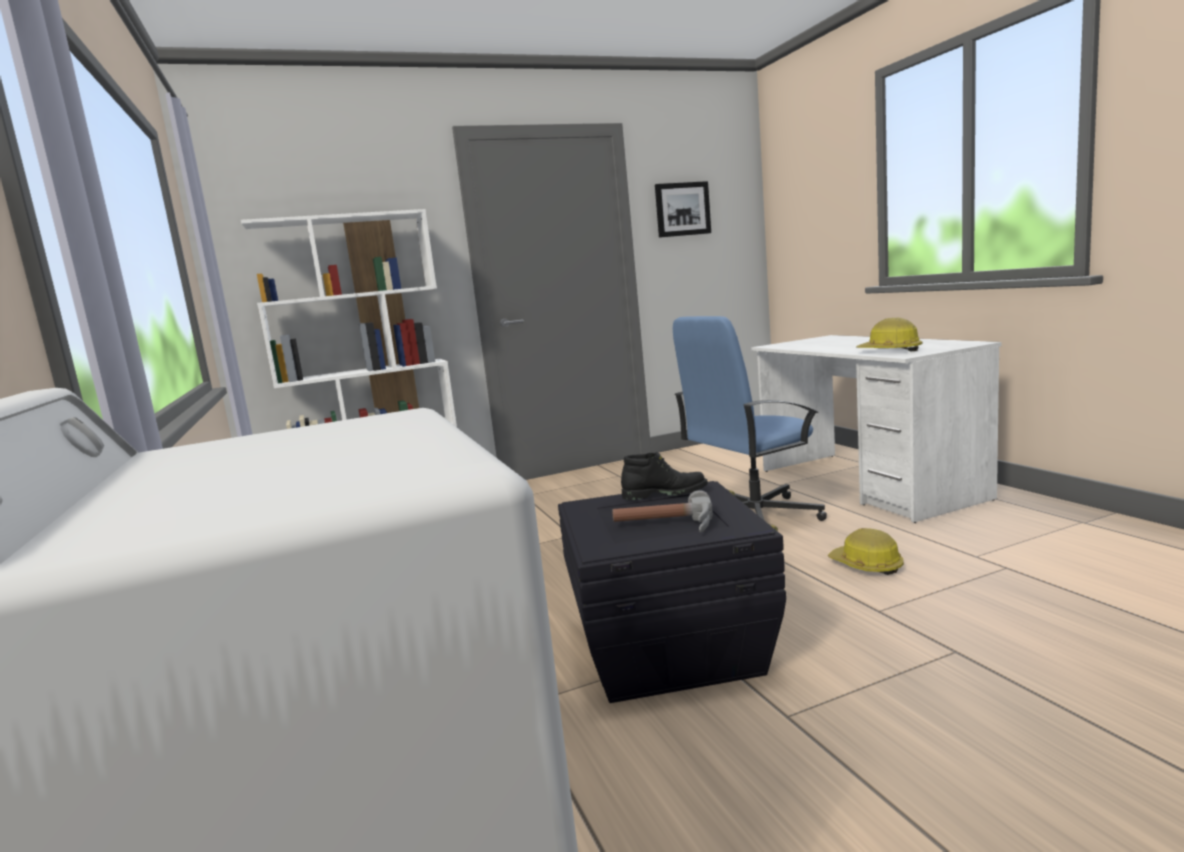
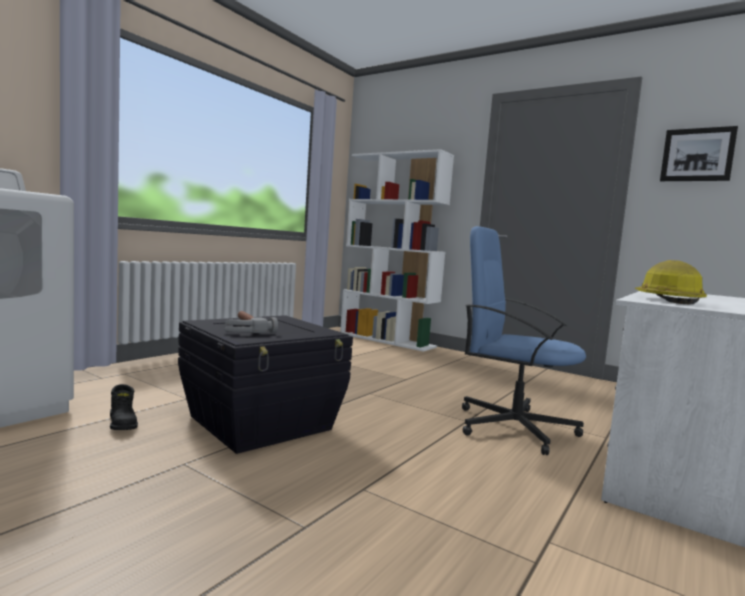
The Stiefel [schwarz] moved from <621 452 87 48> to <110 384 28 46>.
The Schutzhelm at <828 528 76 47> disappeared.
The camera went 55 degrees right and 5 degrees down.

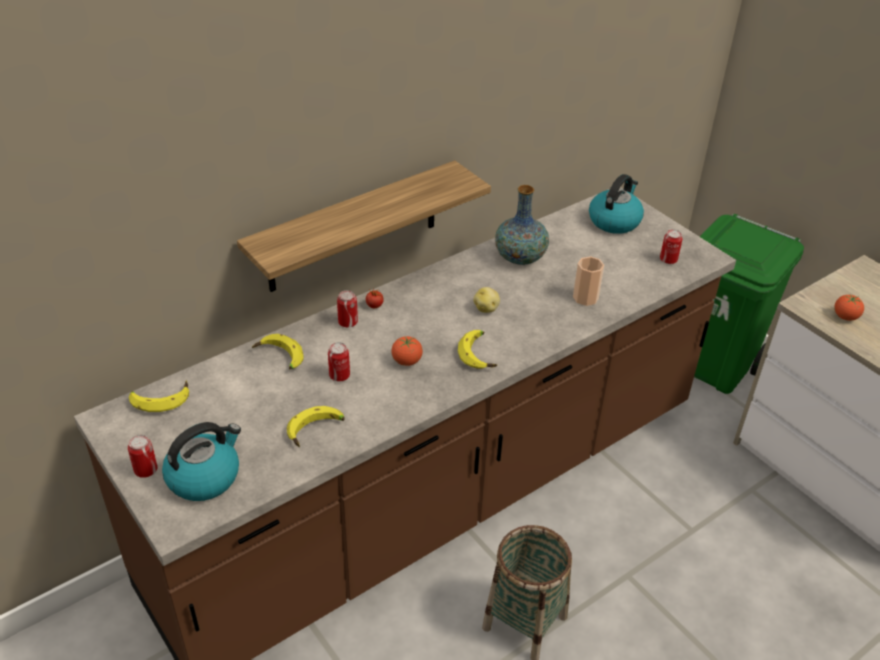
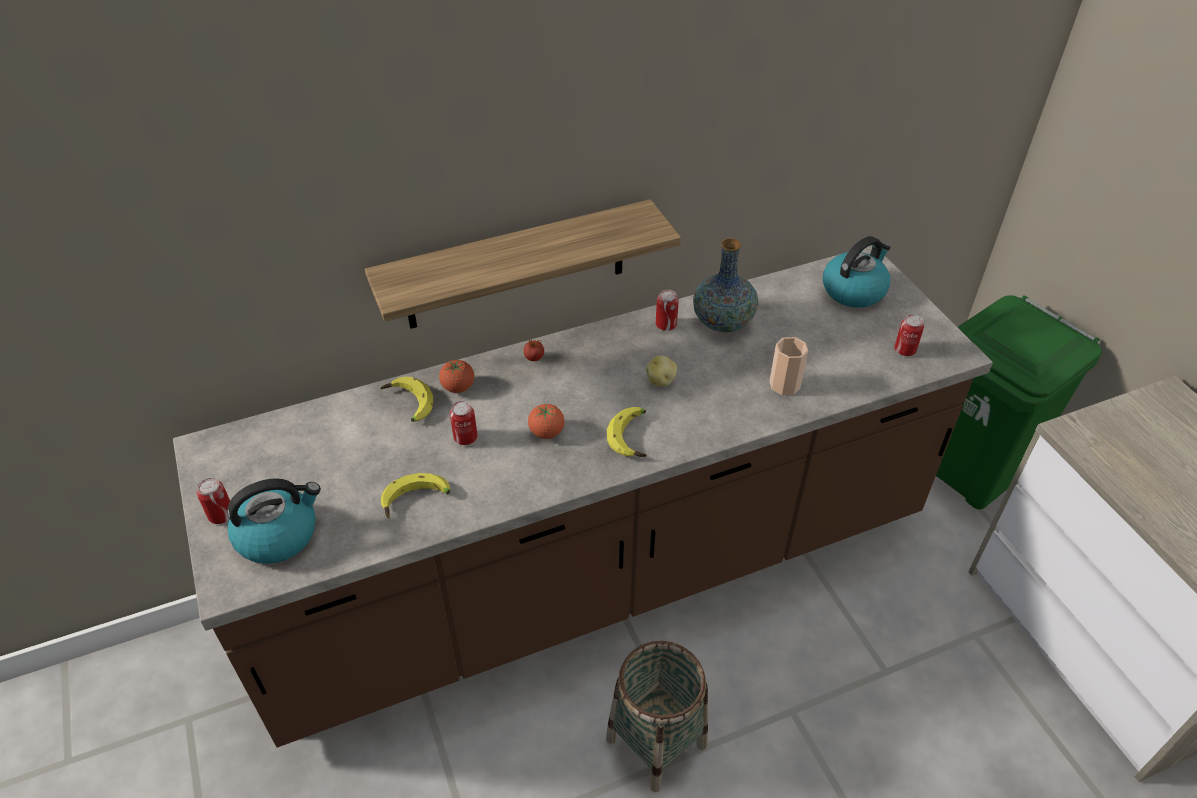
The Dose moved from <337 290 21 37> to <656 290 23 41>.
The Tomate moved from <834 295 30 26> to <439 360 35 33>.
The Banane at <129 380 60 32> disappeared.
The camera went 15 degrees right and 5 degrees up.

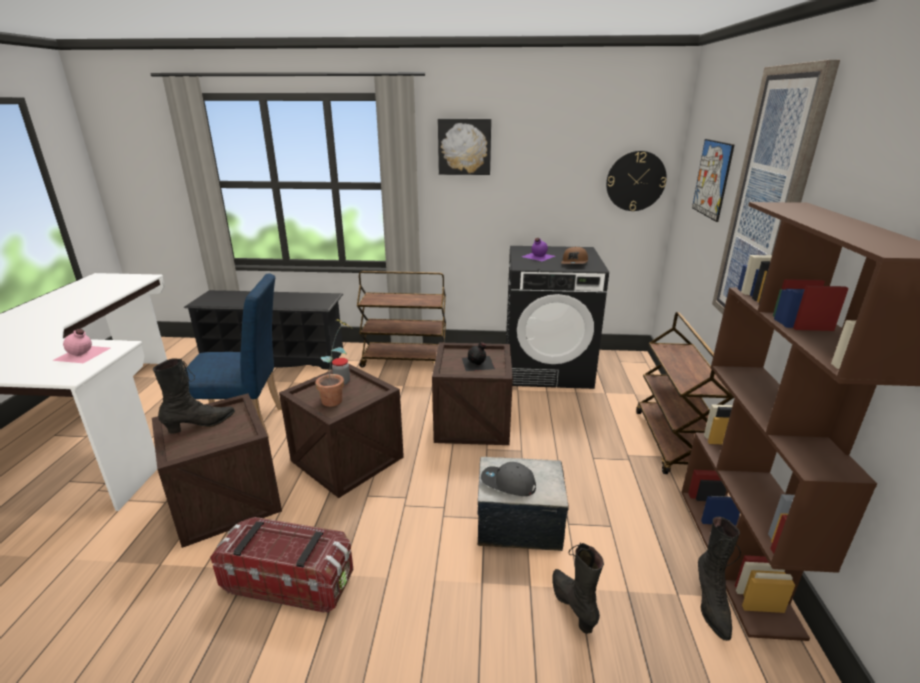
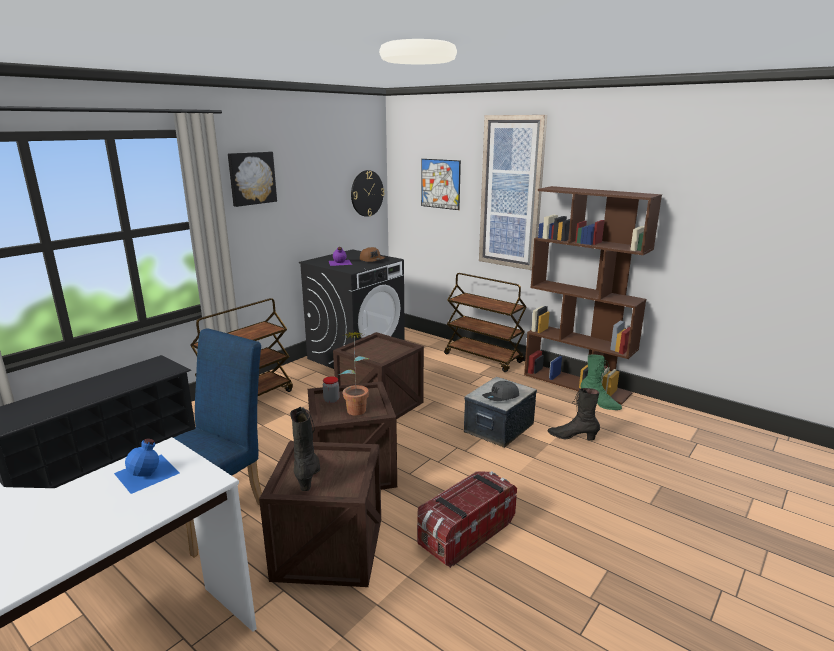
The Flasche [rosa] at <52 329 58 34> became the Flasche [blau] at <114 438 65 56>.
The Flasche [schwarz] at <462 342 33 29> disappeared.
The Stiefel [schwarz] at <698 517 43 124> became the Stiefel [grün] at <581 355 41 55>.
The camera went 55 degrees left and 5 degrees down.

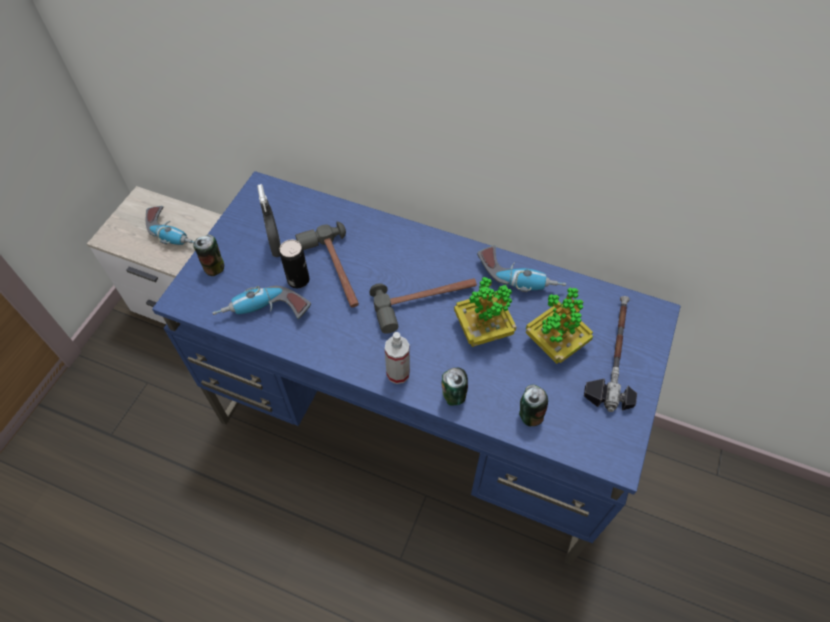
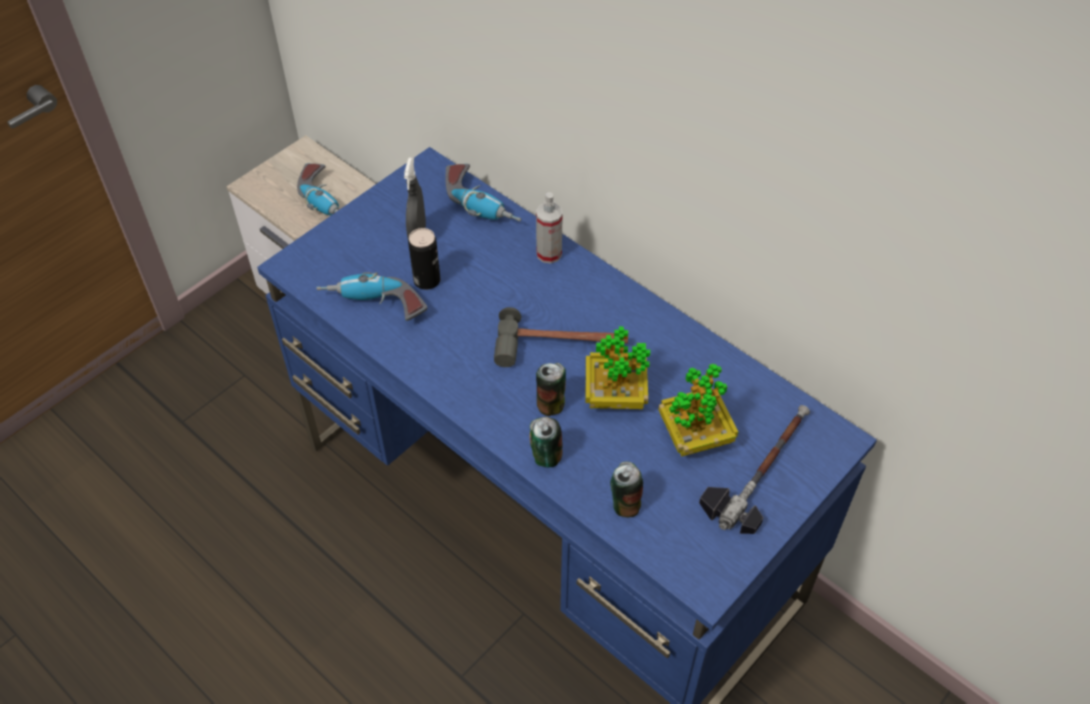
The Hammer at <295 222 64 86> disappeared.
The Dose moved from <193 234 31 42> to <536 363 30 53>.
The Bohrmaschine moved from <477 245 89 47> to <446 164 75 58>.
The Sprühflasche moved from <385 332 25 52> to <536 192 27 71>.
The camera went 20 degrees right and 5 degrees down.

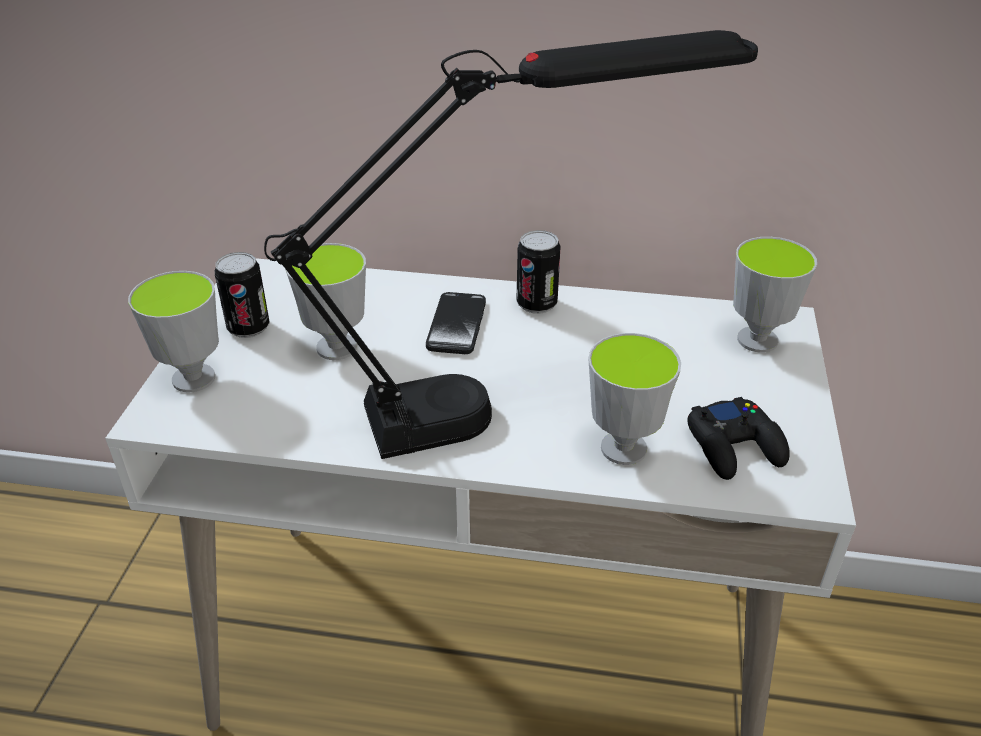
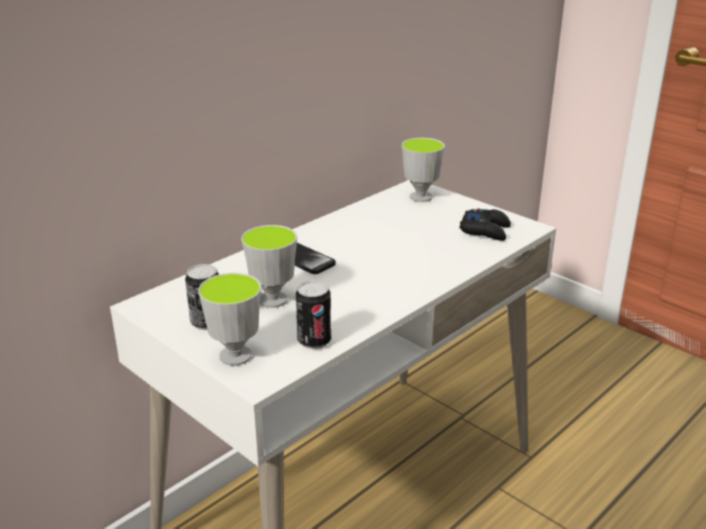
The Tischlampe [schwarz] at <264 30 494 429> disappeared.
The Dose moved from <516 230 45 84> to <296 281 35 68>.
The Tasse at <588 333 93 132> disappeared.
The camera went 55 degrees left and 10 degrees down.

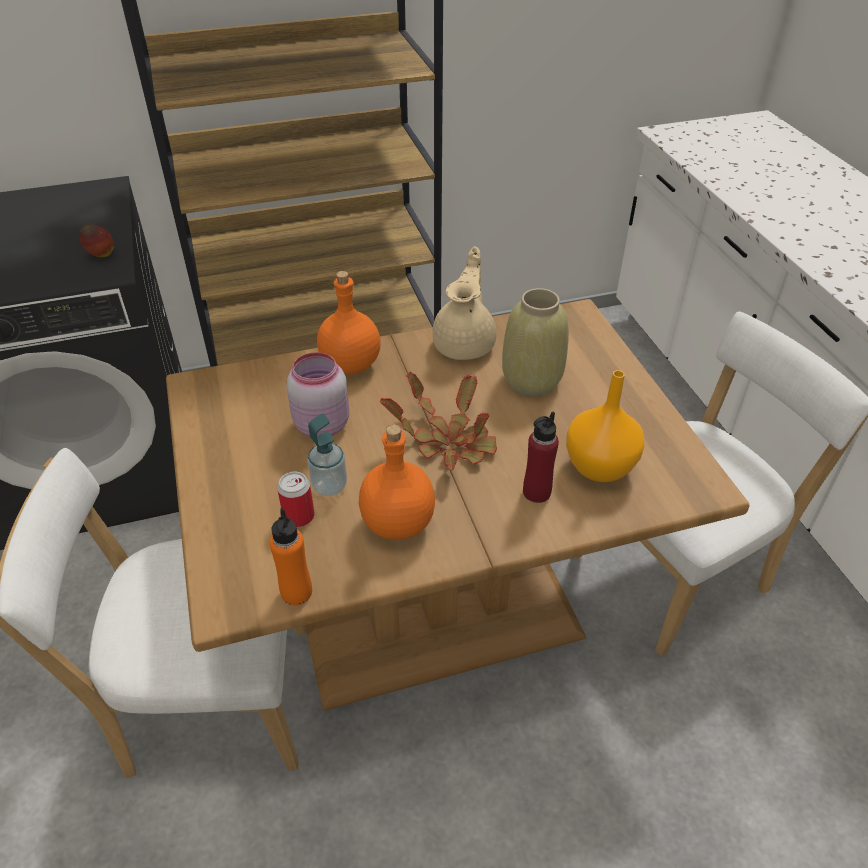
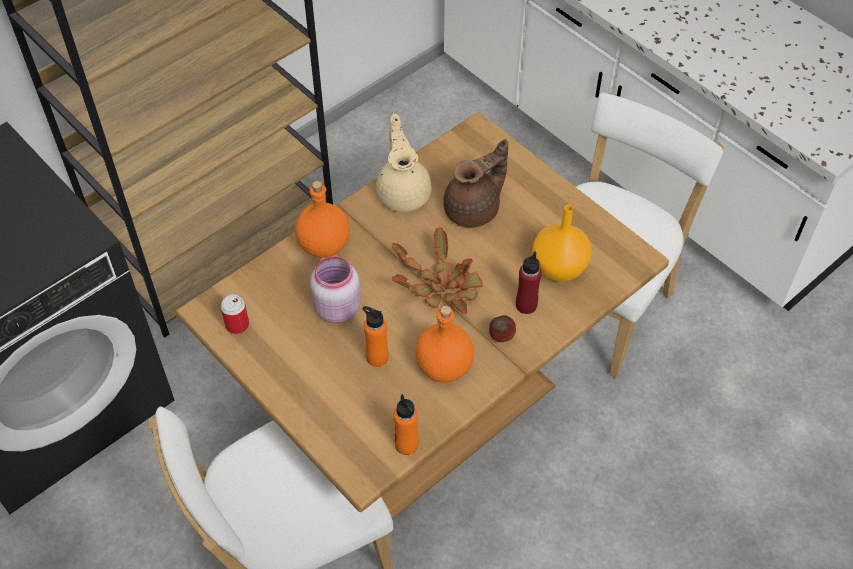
The Apfel moved from <79 224 35 33> to <489 315 27 27>.
The Vase [beige] at <502 288 67 108> was replaced by the Teekanne [braun] at <443 139 65 88>.
The Seifenspender at <307 413 40 83> was replaced by the Flasche [orange] at <363 306 26 61>.
The Dose moved from <277 472 38 55> to <221 294 28 40>.
The camera went 25 degrees left and 10 degrees up.

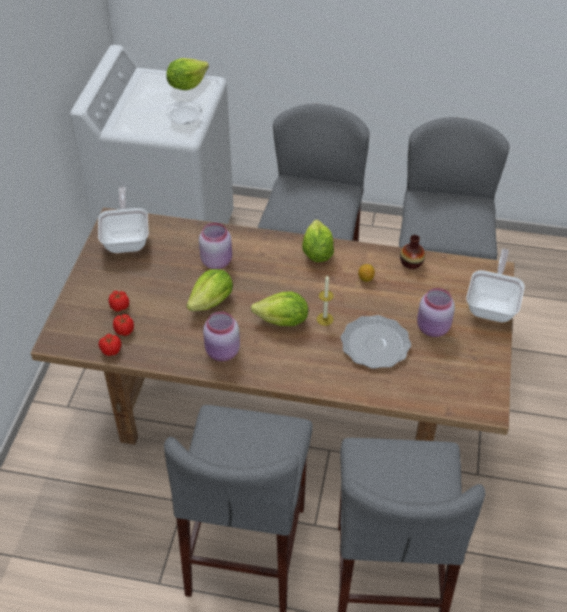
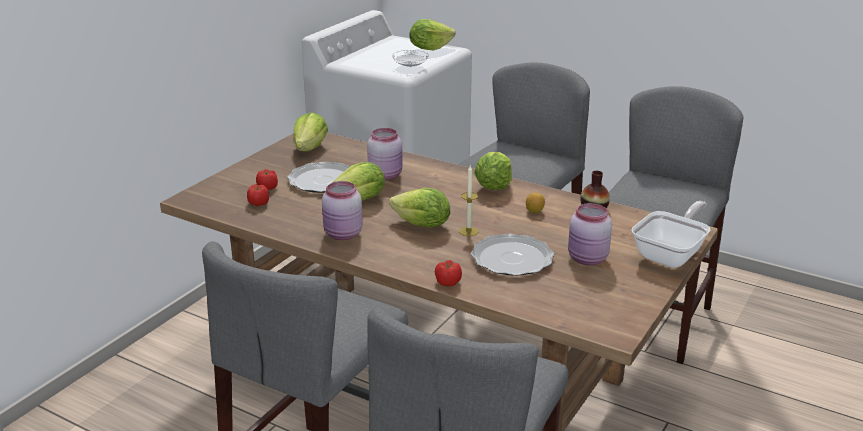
The Pfanne at <98 187 51 66> was replaced by the Salatkopf at <293 112 35 39>.
The Tomate moved from <98 334 23 22> to <435 260 27 26>.
The Teller at <287 161 63 32> appeared.
The camera went 20 degrees right and 20 degrees down.

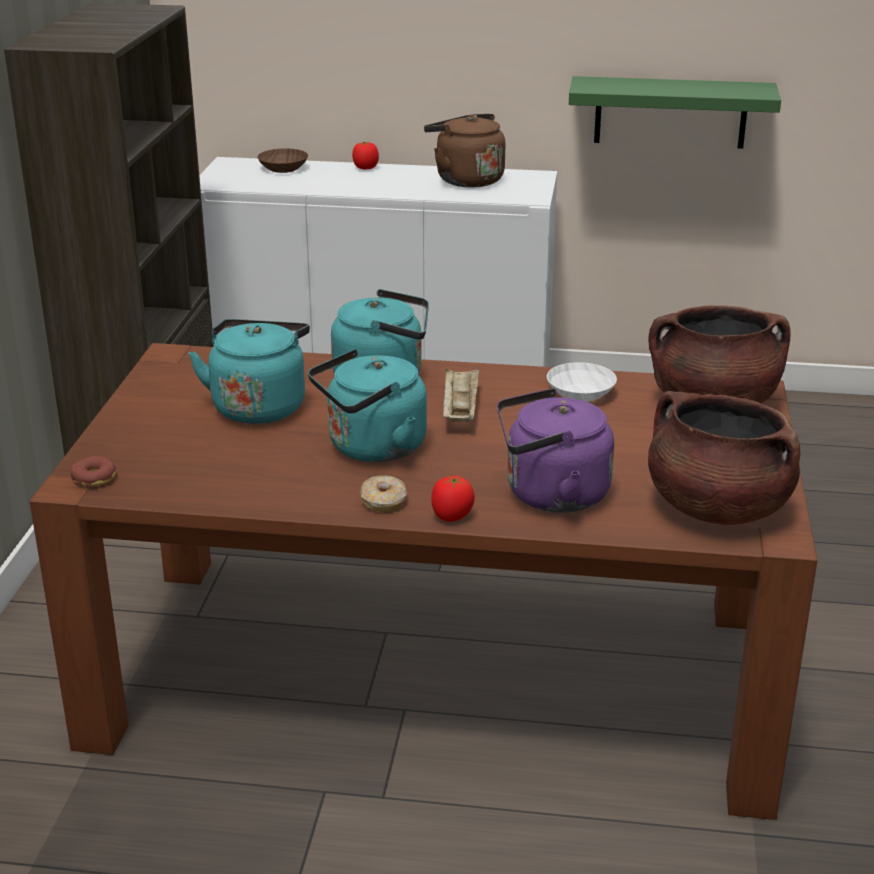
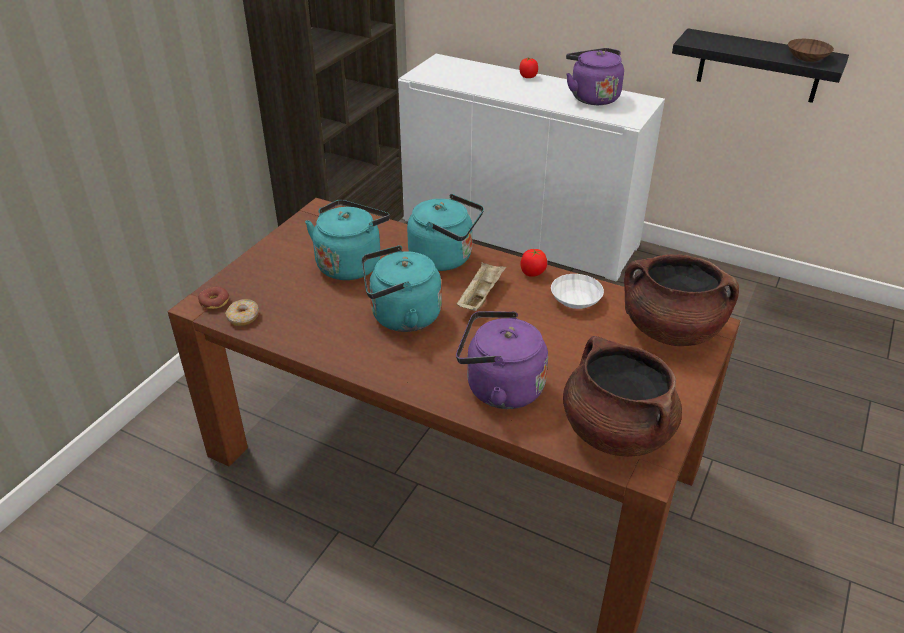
The Wandregal [grün] at <569 76 212 73> became the Wandregal [schwarz] at <672 28 177 75>.
The Wasserkessel [braun] at <424 114 81 73> became the Wasserkessel [lila] at <566 48 58 57>.
The Schüssel [braun] moved from <257 148 51 25> to <788 39 46 23>.
The Donut moved from <360 475 47 37> to <225 299 34 27>.
The Tomate moved from <431 476 44 46> to <520 249 27 28>.
The camera went 20 degrees right and 10 degrees up.

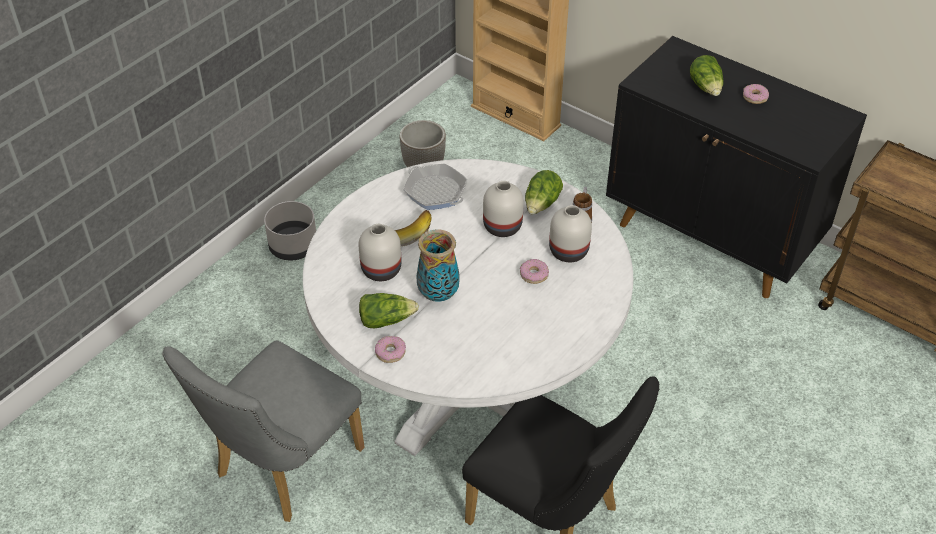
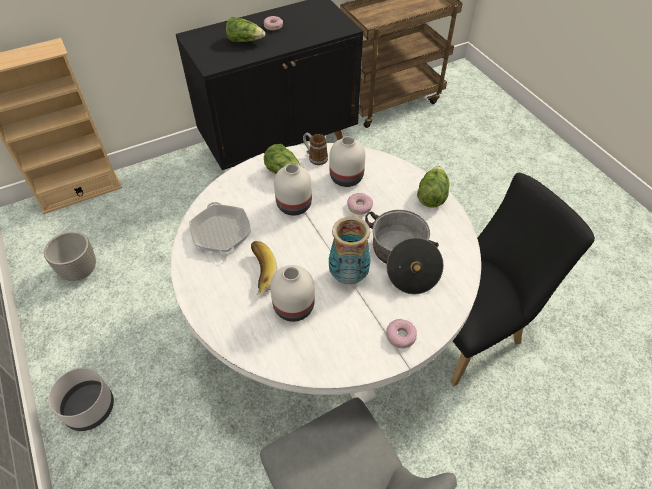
The Pfanne at <403 164 64 46> turned 90 degrees counterclockwise.
The Salatkopf moved from <359 293 60 35> to <417 166 32 42>.
The Kochtopf at <365 210 79 85> appeared.
The camera went 65 degrees left and 5 degrees up.

